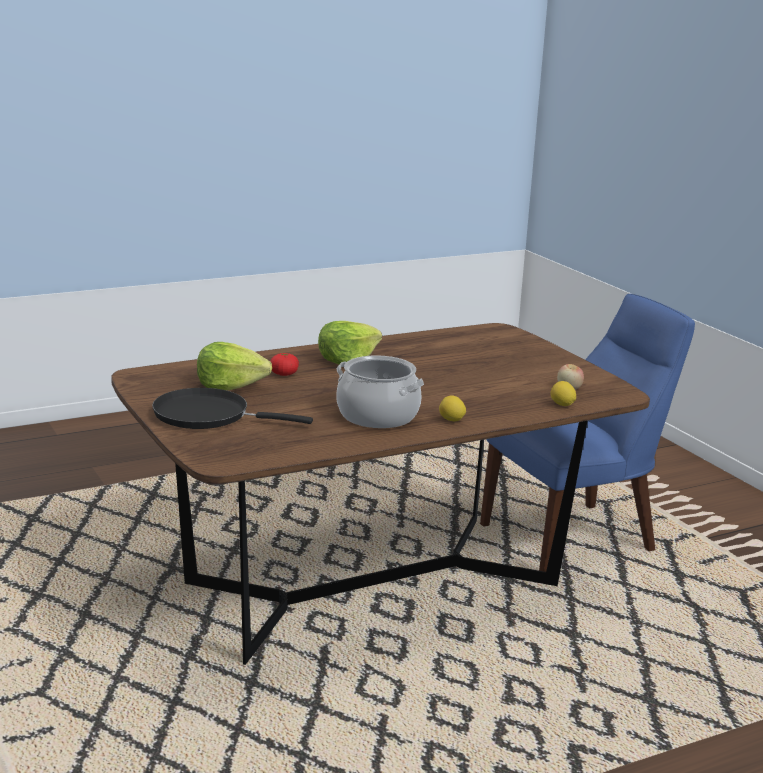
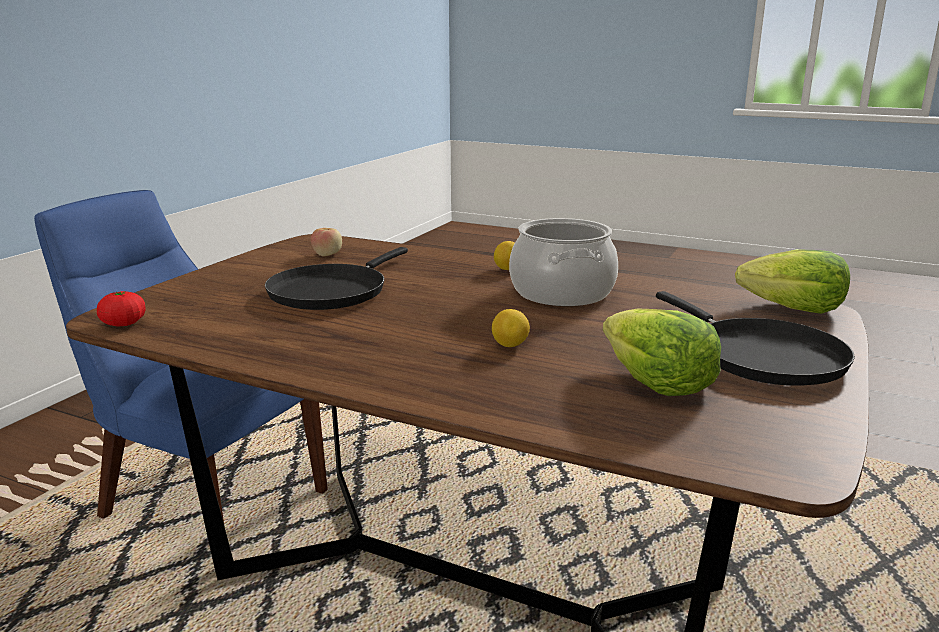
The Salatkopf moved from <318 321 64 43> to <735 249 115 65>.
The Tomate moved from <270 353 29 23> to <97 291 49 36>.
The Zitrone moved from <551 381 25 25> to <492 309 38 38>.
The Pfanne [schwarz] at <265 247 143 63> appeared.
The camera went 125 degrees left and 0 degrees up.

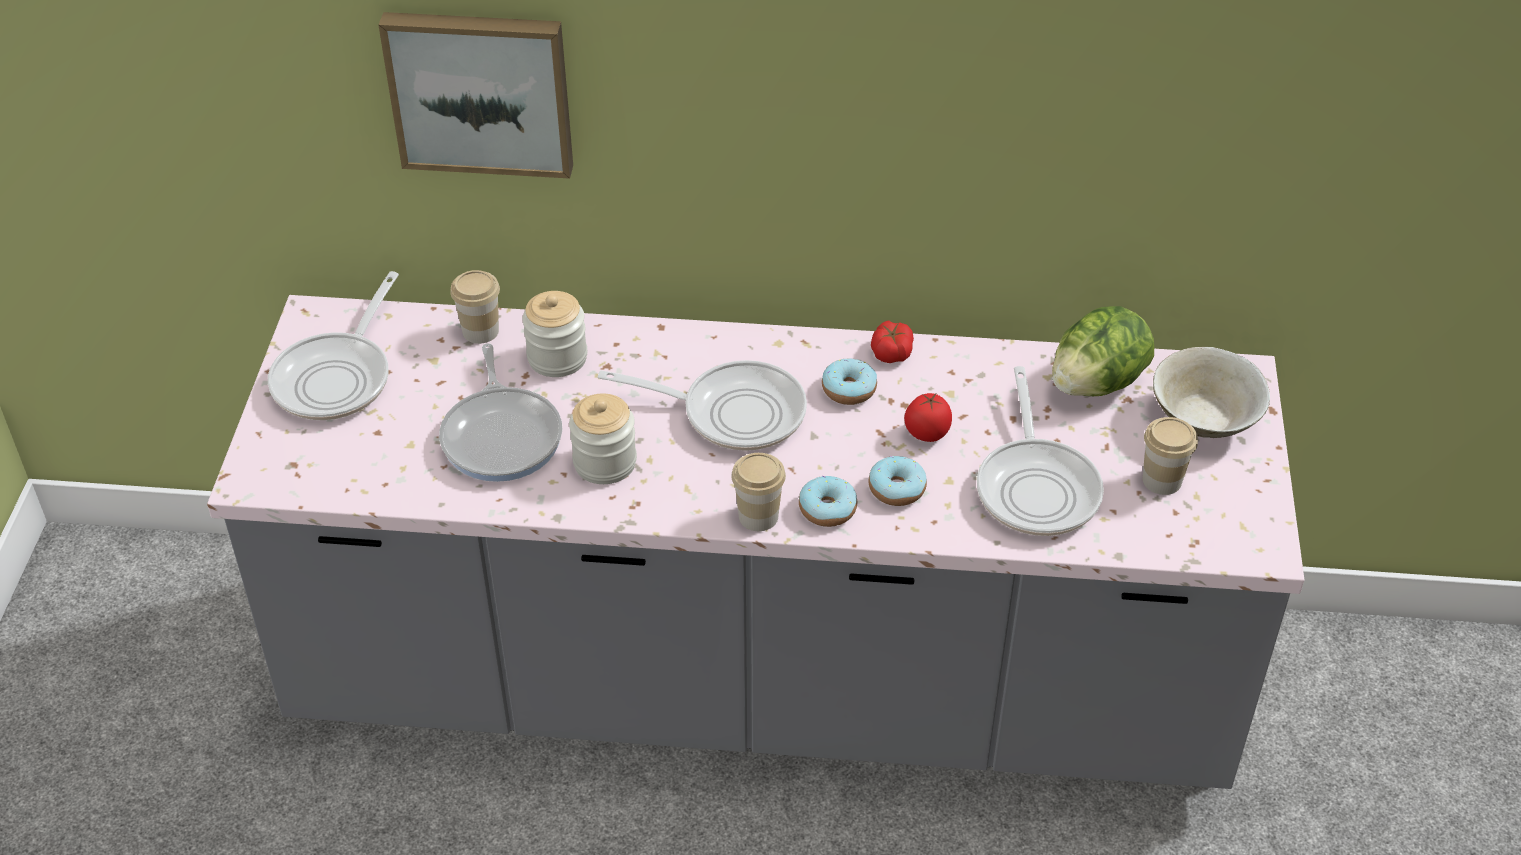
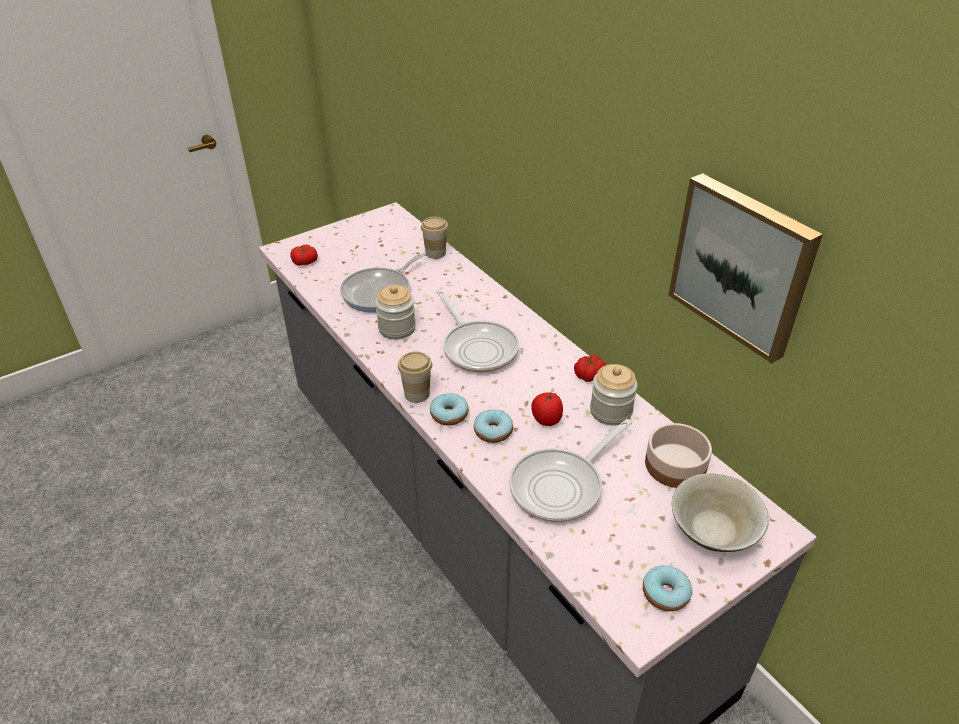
The Bild moved from <378 12 195 167> to <668 173 155 190>.
The Pfanne at <268 271 131 149> disappeared.
The Vorratsglas moved from <522 291 65 86> to <590 364 48 61>.
The Salatkopf at <1052 306 102 90> was replaced by the Schüssel at <645 423 67 65>.
The Donut moved from <822 359 55 46> to <643 565 49 46>.
The Tasse at <1143 417 55 78> disappeared.
The Tomate at <290 244 28 22> appeared.
The camera went 50 degrees right and 5 degrees down.

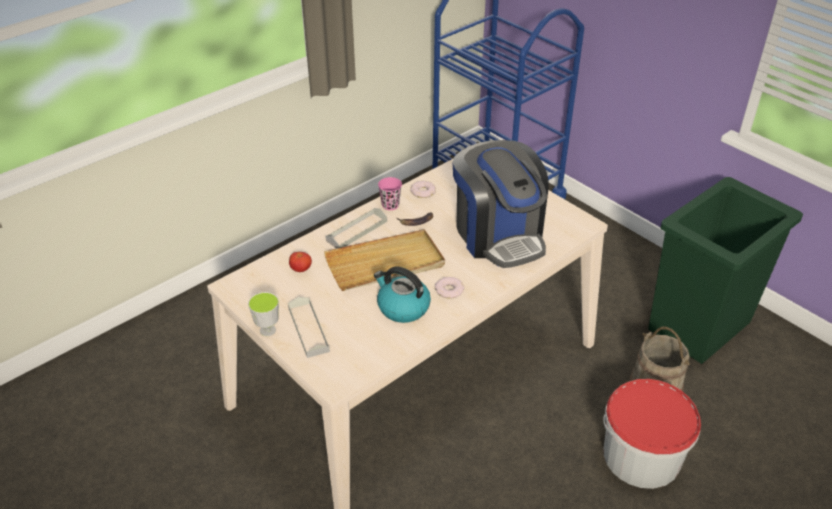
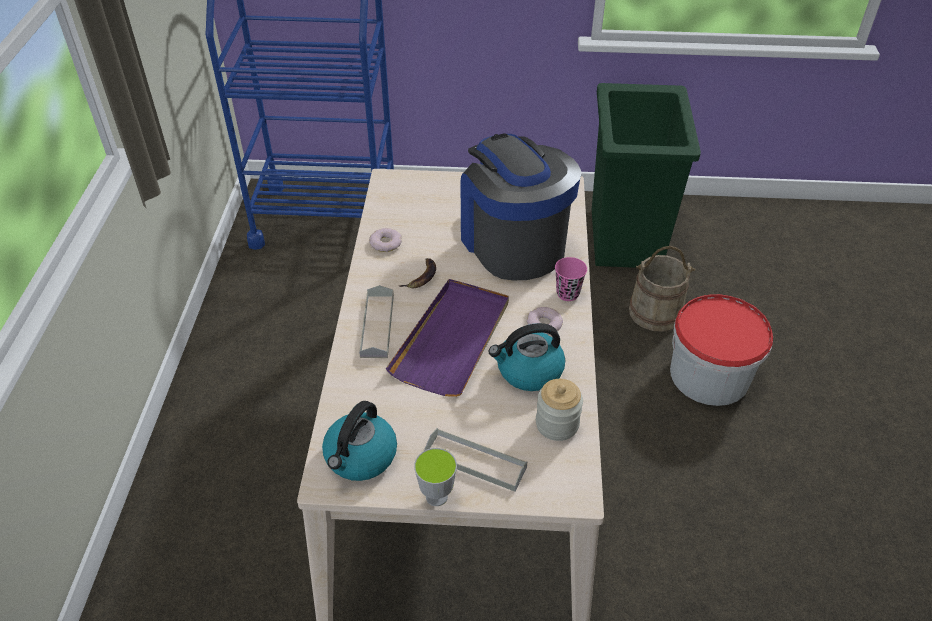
The Kaffeemaschine at <452 140 97 128> turned 135 degrees counterclockwise.
The Tasse [rosa] moved from <378 177 24 33> to <555 257 32 44>.
The Tablett [beige] at <324 229 121 62> became the Tablett [lila] at <386 279 123 118>.
The Tomate at <289 252 23 20> disappeared.
The Vorratsglas at <536 379 47 62> appeared.
The Wasserkessel at <322 401 75 80> appeared.
The camera went 45 degrees left and 5 degrees up.

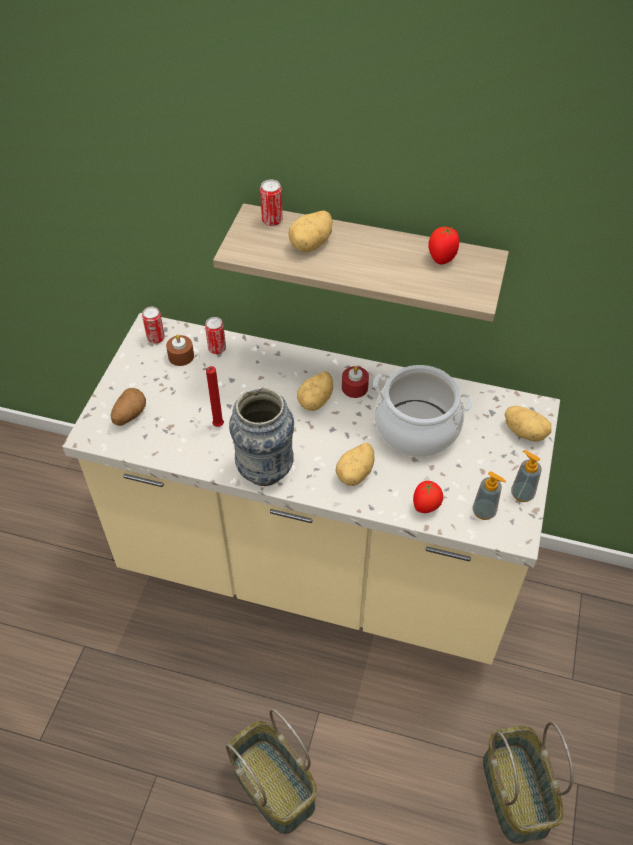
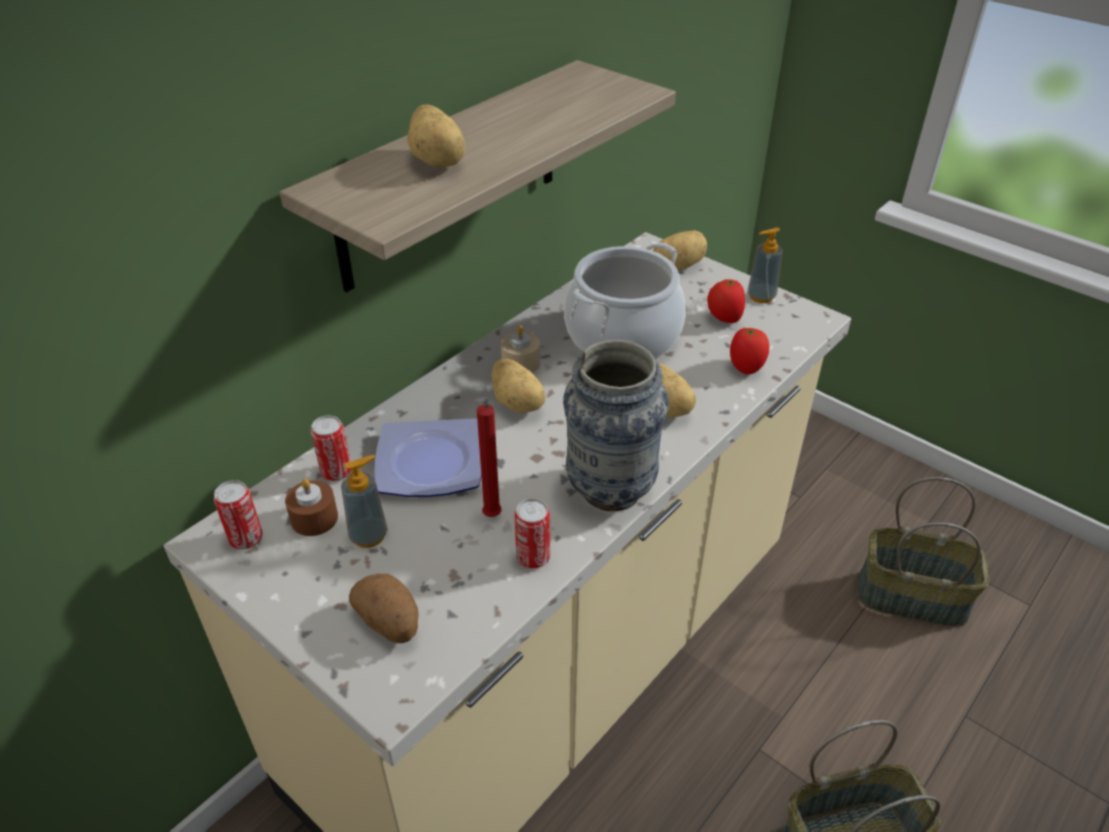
The Dose moved from <260 179 23 47> to <515 498 35 70>.
The Tomate moved from <428 227 31 37> to <707 278 38 45>.
The Kerze [rot] at <342 366 27 32> became the Kerze [beige] at <501 325 39 48>.
The Seifenspender moved from <472 471 34 49> to <341 455 47 93>.
The Teller at <375 418 106 79> appeared.
The camera went 65 degrees left and 10 degrees down.

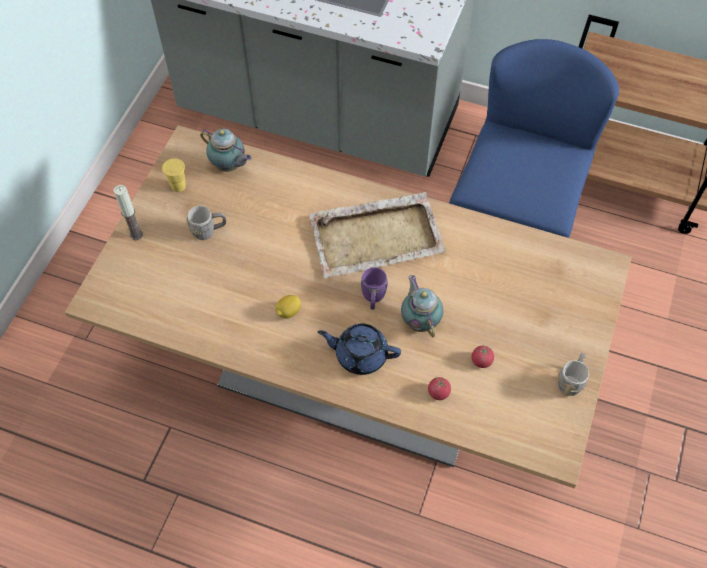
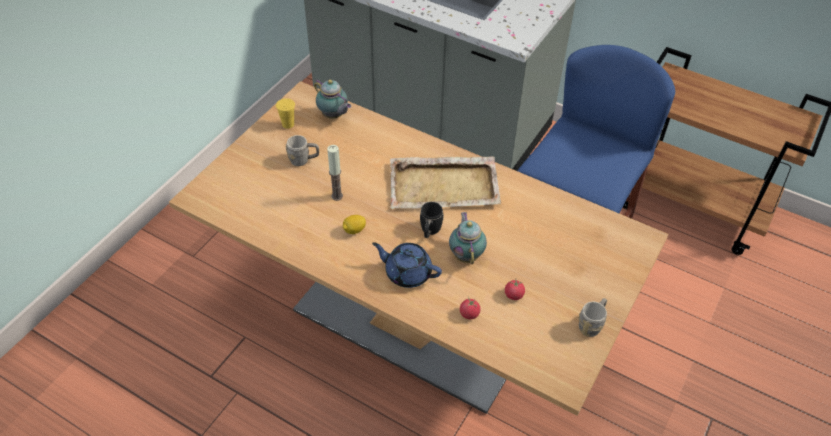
The Kerze moved from <114 185 29 55> to <327 145 16 56>.
The Henkelbecher [lila] at <361 267 27 43> became the Henkelbecher [schwarz] at <420 202 24 36>.
The camera went 10 degrees right and 10 degrees down.

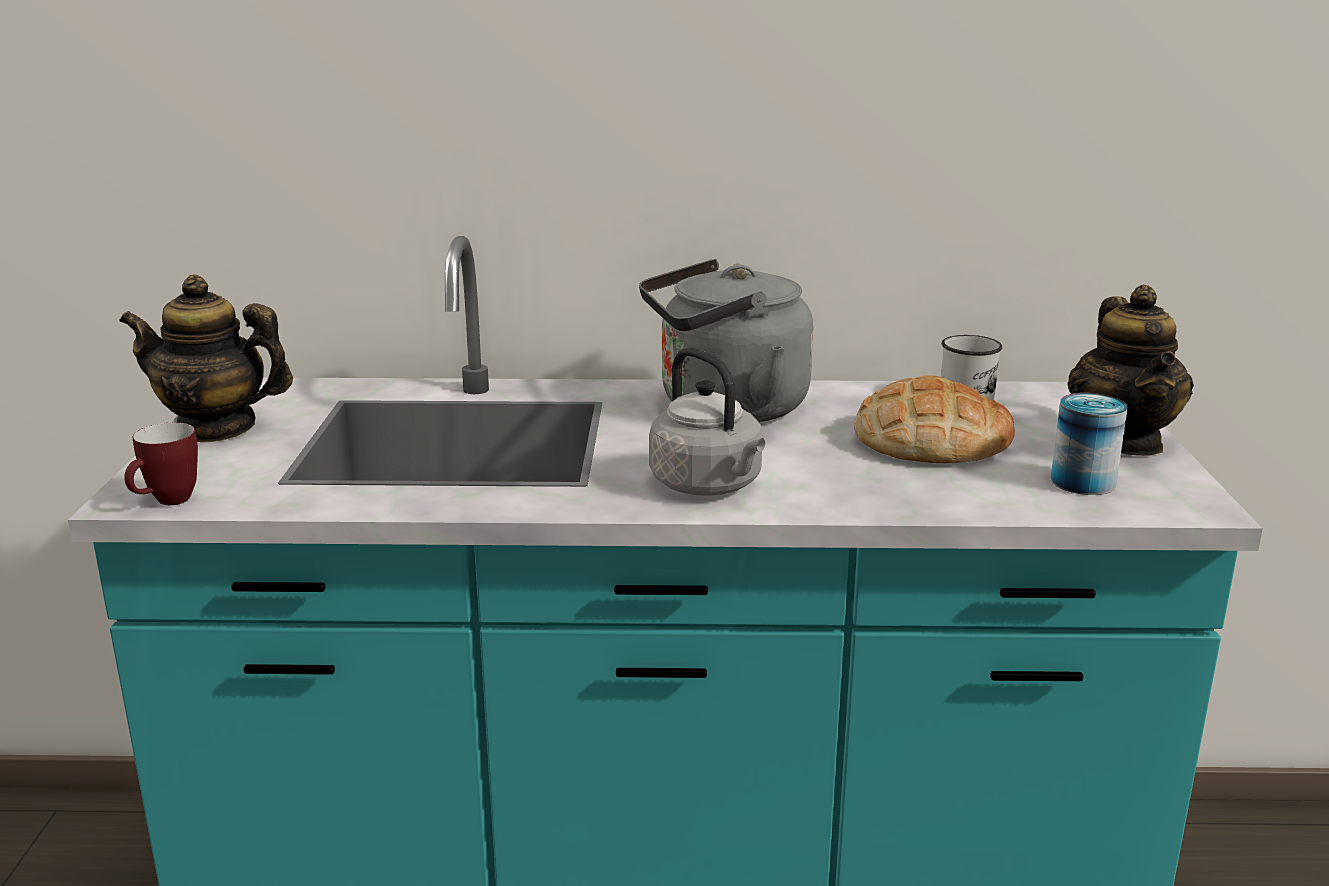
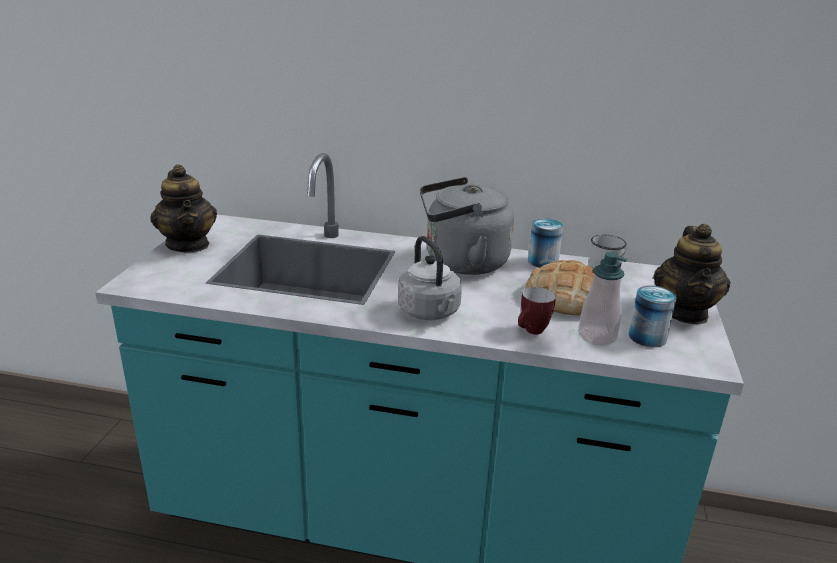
The Teekanne at <119 275 174 167> turned 135 degrees counterclockwise.
The Henkelbecher moved from <124 422 74 83> to <518 287 38 48>.
The Dose at <528 218 36 50> appeared.
The Seifenspender at <578 252 50 94> appeared.
The camera went 10 degrees right and 5 degrees up.

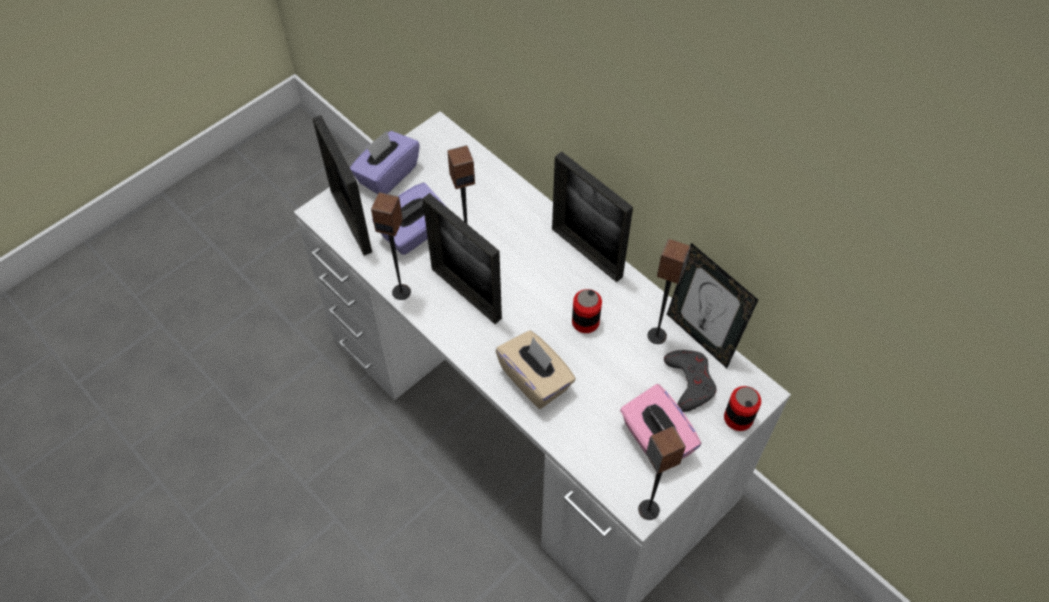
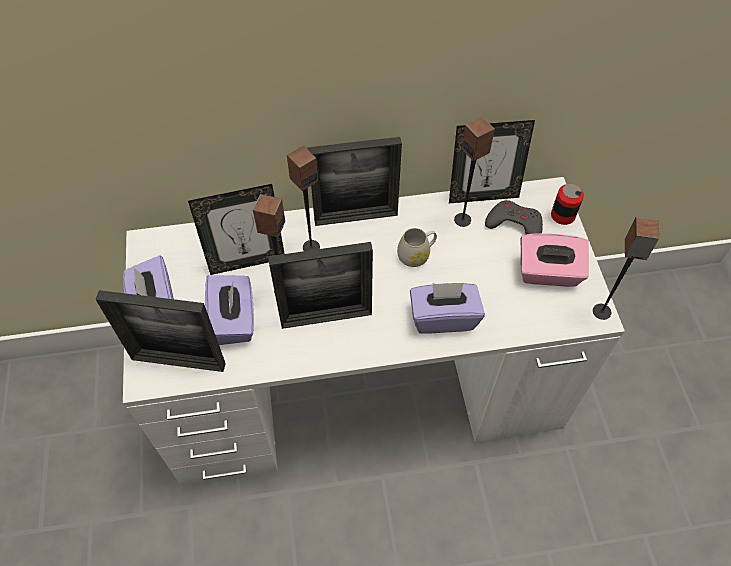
The Lautsprecher moved from <371 192 40 108> to <287 146 33 105>.
The Dose at <572 289 30 44> was replaced by the Henkelbecher [weiß] at <397 228 40 39>.
The Taschentuchbox [beige] at <496 330 80 79> became the Taschentuchbox [lila] at <410 283 75 51>.
The Bilderrahmen at <188 184 97 91> appeared.
The camera went 55 degrees left and 0 degrees up.

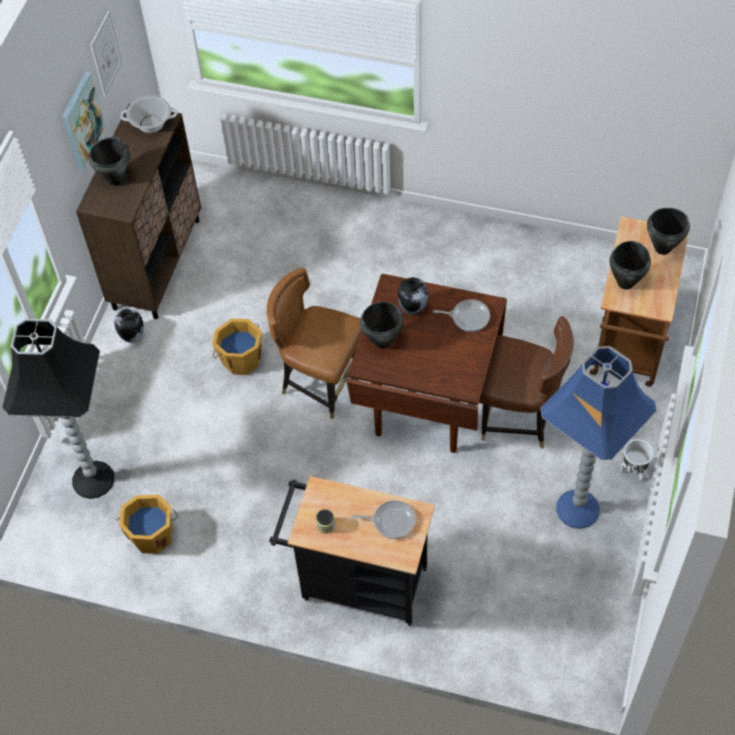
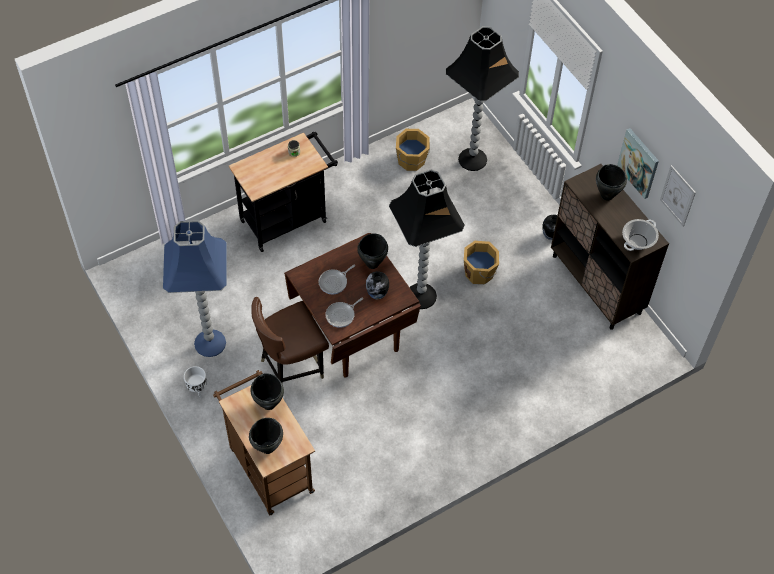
The Stuhl [braun] at <267 268 95 151> was replaced by the Stehlampe [schwarz] at <389 169 76 140>.
The Pfanne moved from <352 500 63 39> to <319 265 36 29>.
The camera went 130 degrees right and 0 degrees up.

